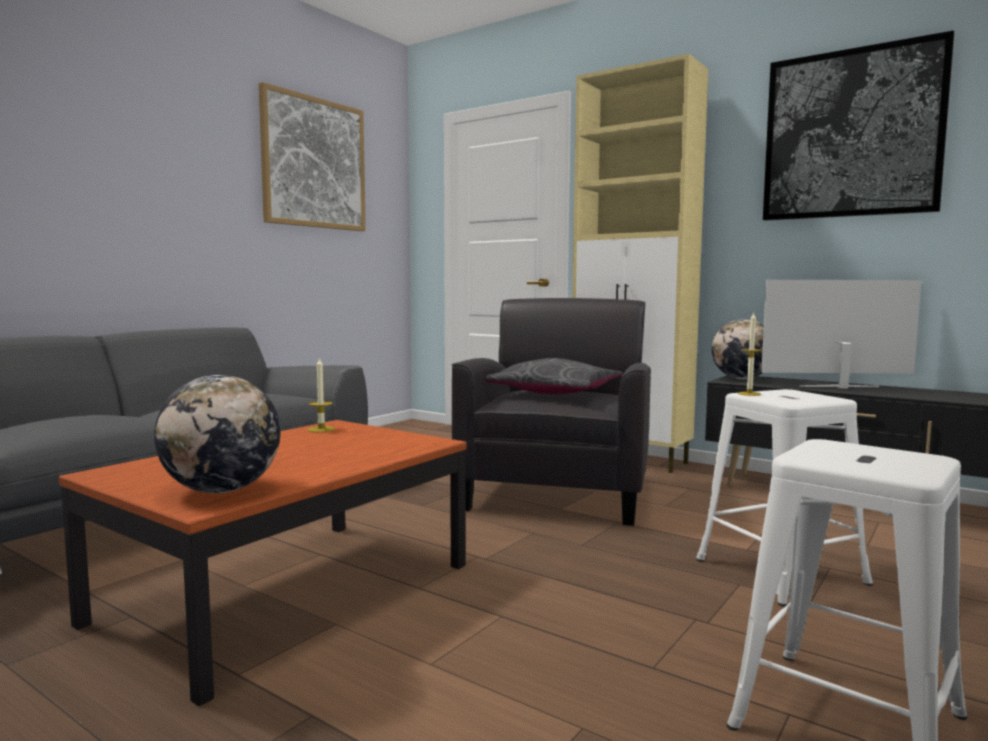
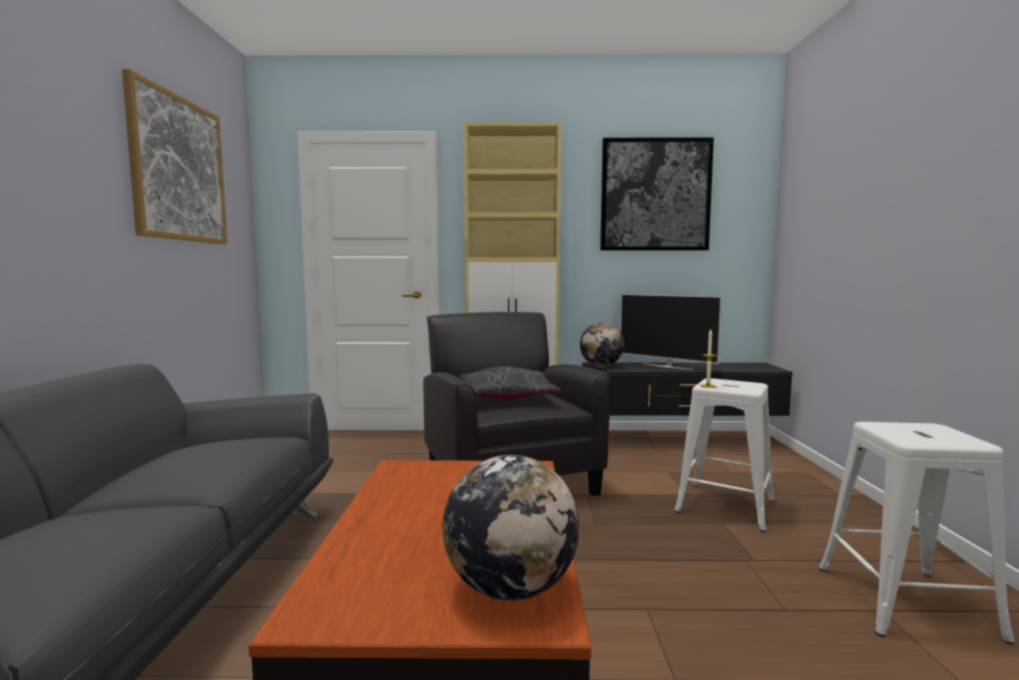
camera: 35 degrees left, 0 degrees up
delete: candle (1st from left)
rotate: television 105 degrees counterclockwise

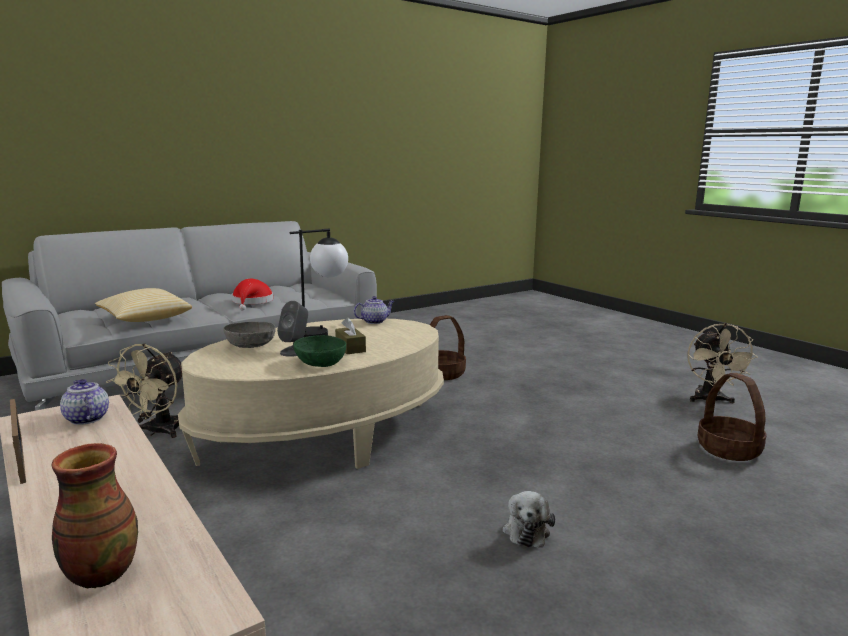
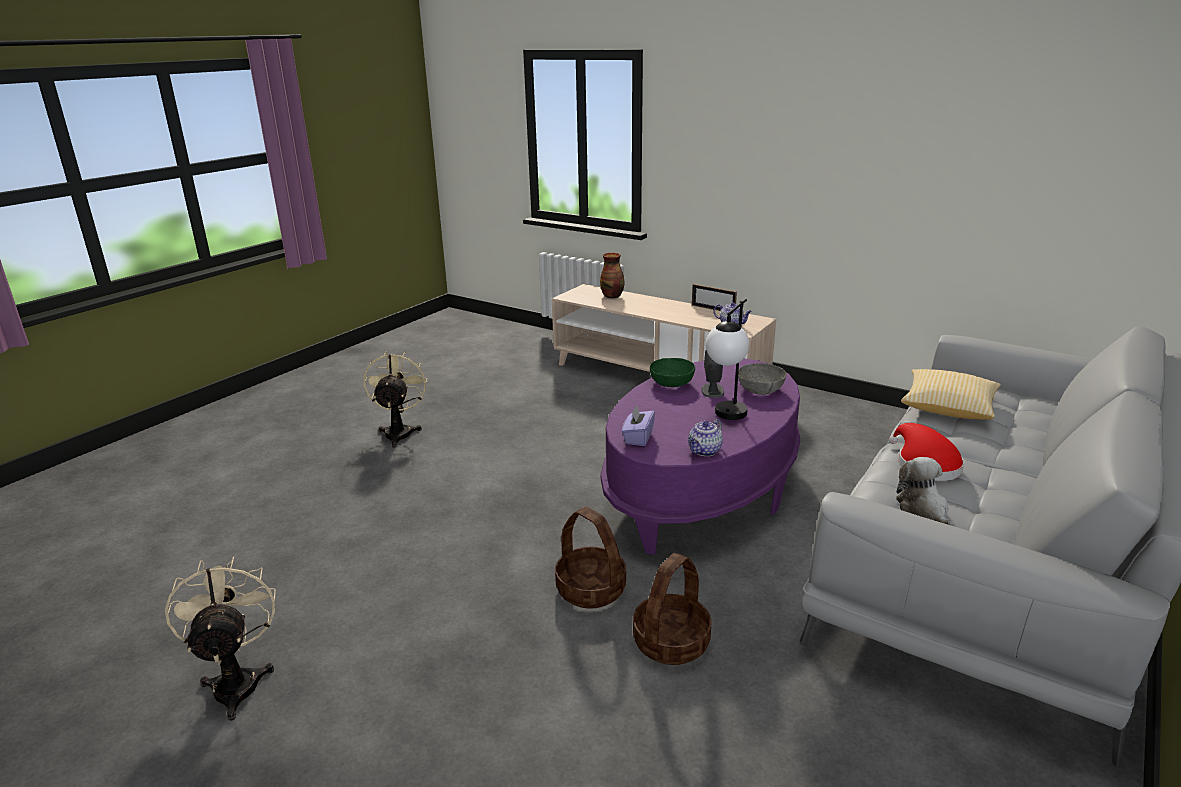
camera: 160 degrees right, 10 degrees up
delete: brown tissue box
insert: purple tissue box
move: beige fan (1st from left in the first image) to beige fan (2nd from left); plush toy; basket (2nd from left in the first image) to basket (1st from left)
recolor: beige coffee table to purple coffee table

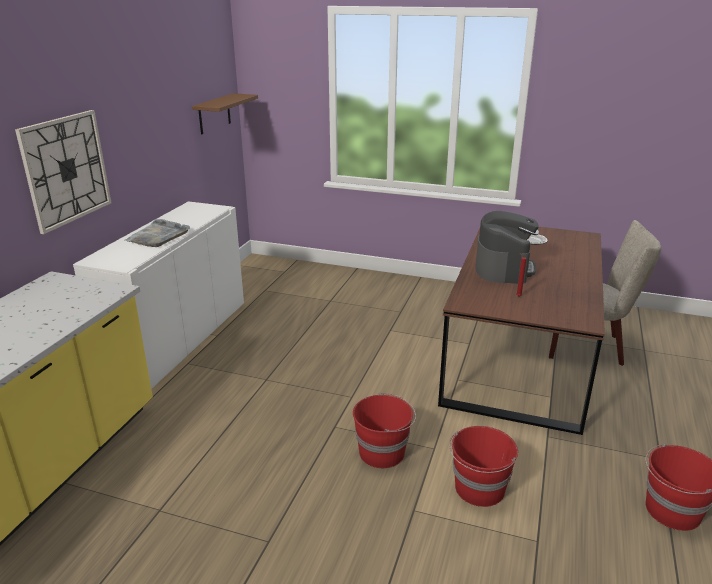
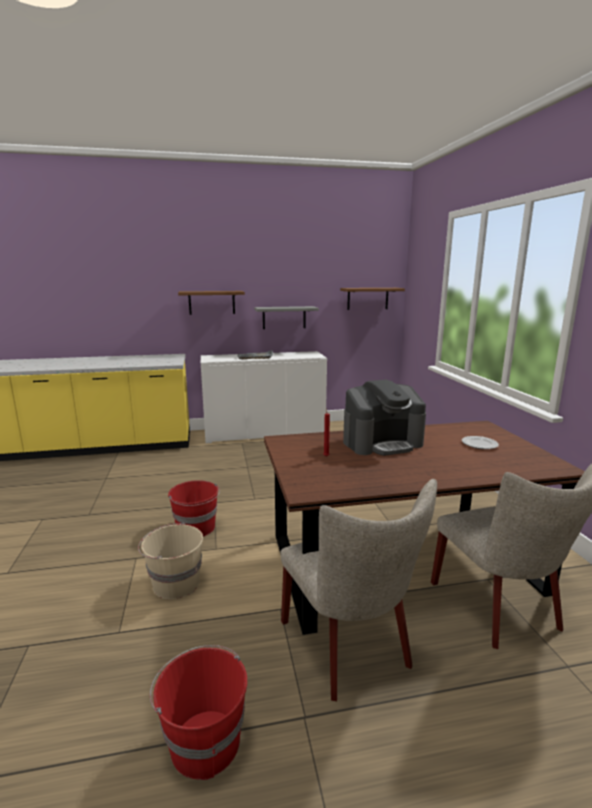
camera: 60 degrees right, 10 degrees down
insert: grey shelf; beige chair (1st from left)
replace: wall clock to brown shelf (1st from left)
recolor: red bucket (2nd from left) to beige bucket

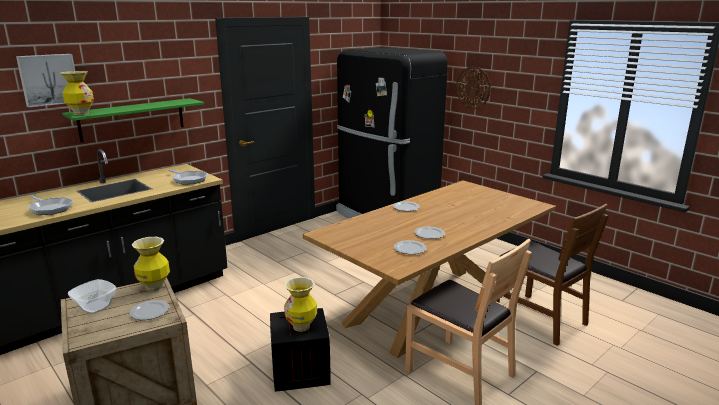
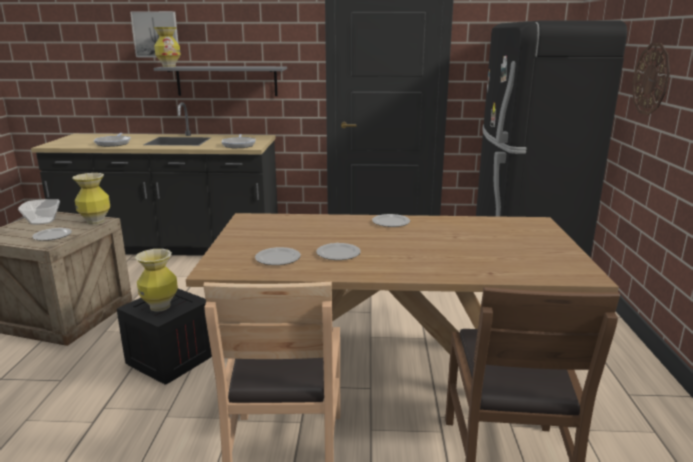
camera: 45 degrees right, 0 degrees up
recolor: green shelf to grey shelf

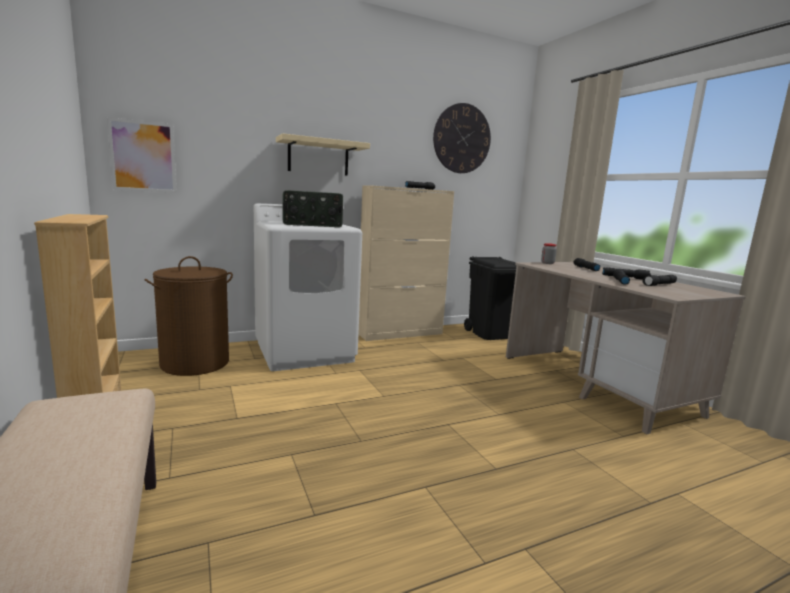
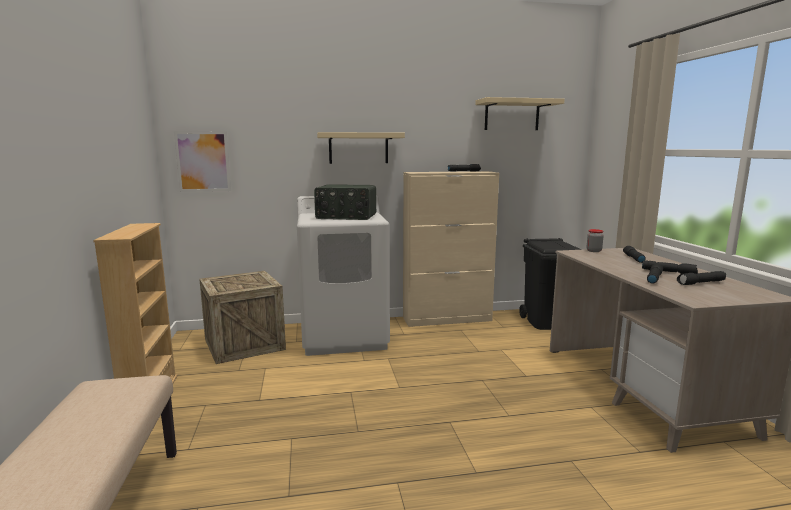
camera: 15 degrees right, 0 degrees up
replace: brown laundry basket to crate; wall clock to beige shelf (2nd from left)

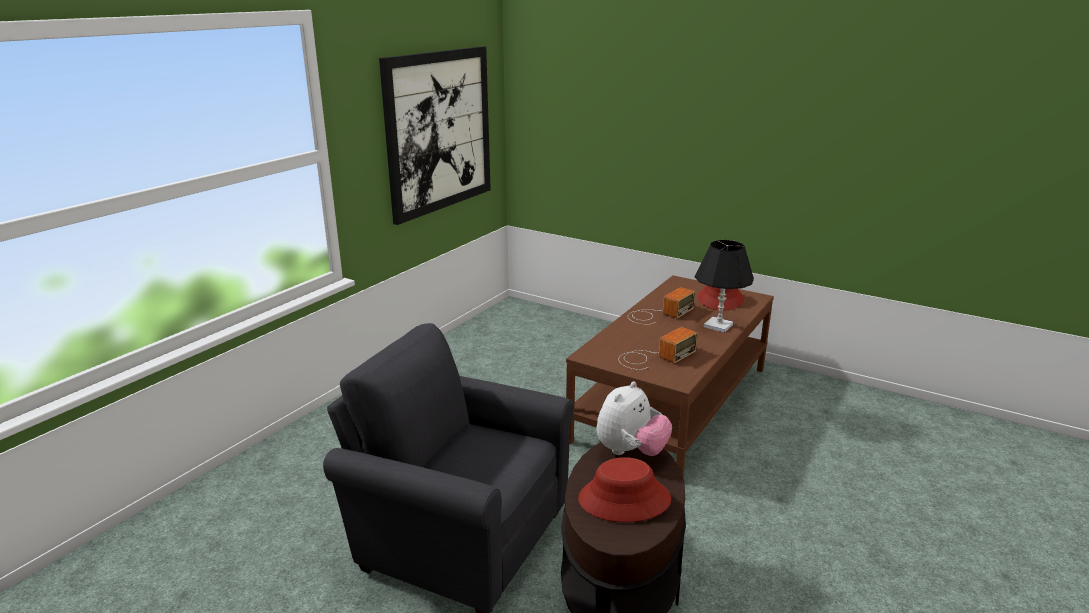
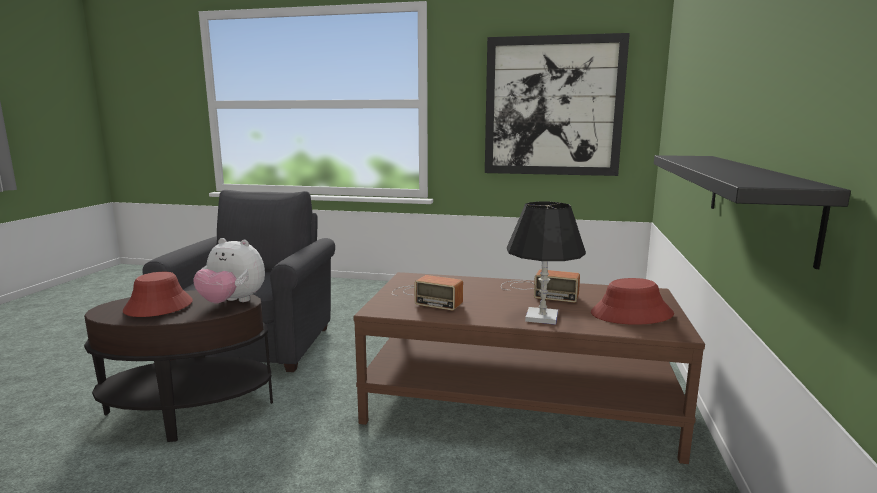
camera: 70 degrees right, 10 degrees down
insert: black shelf

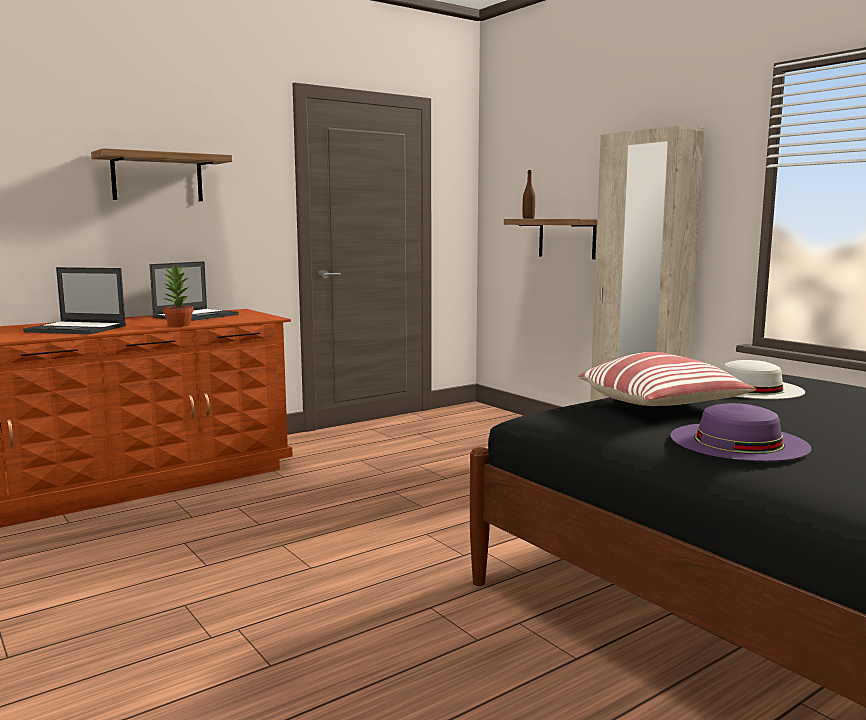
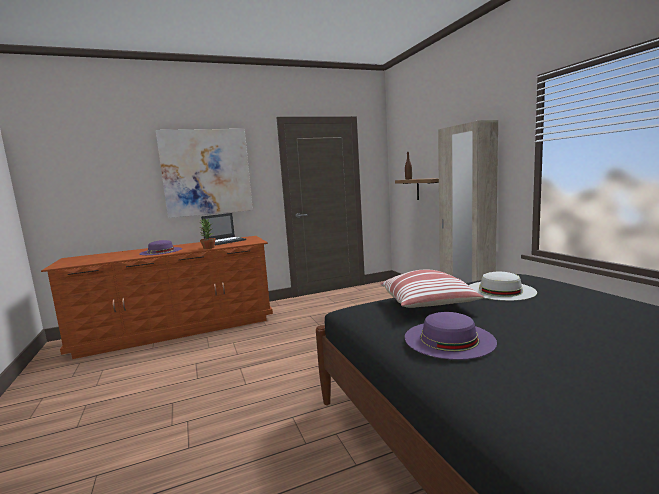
camera: 15 degrees right, 0 degrees up
replace: laptop (1st from left) to purple hat (1st from left); shelf (1st from left) to picture

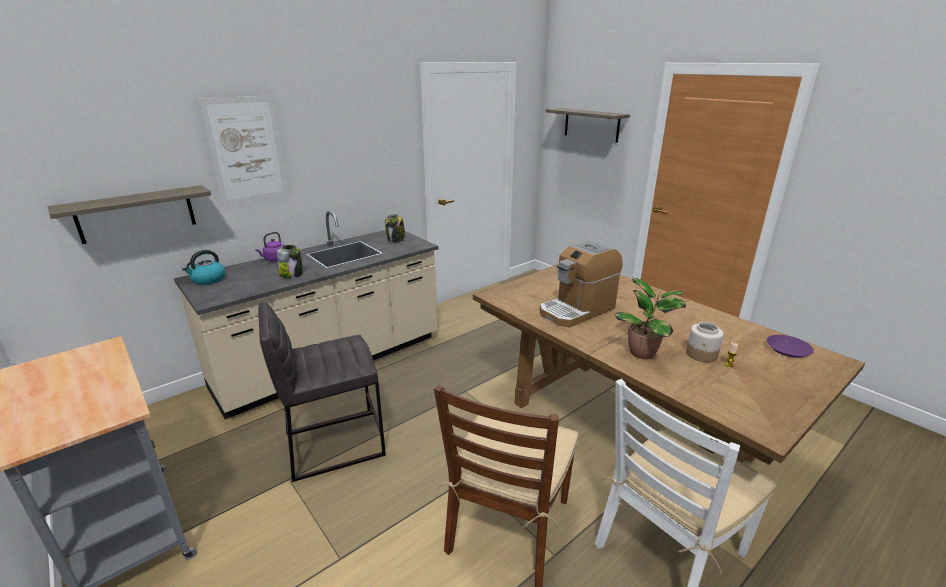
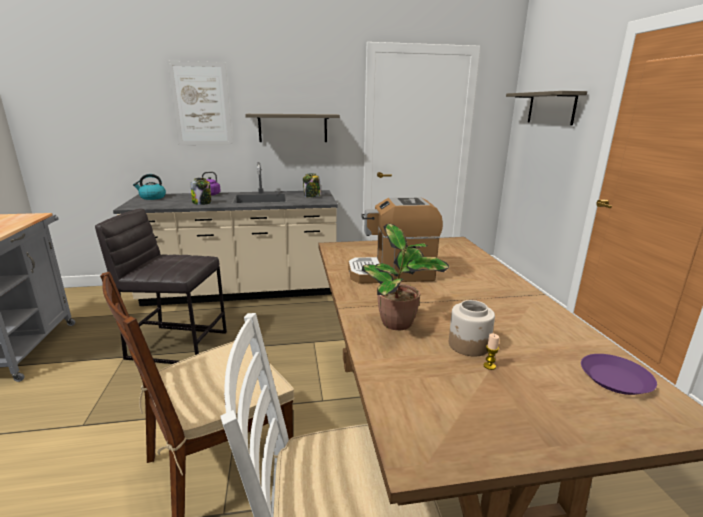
camera: 30 degrees right, 5 degrees down
move: shelf (1st from left)

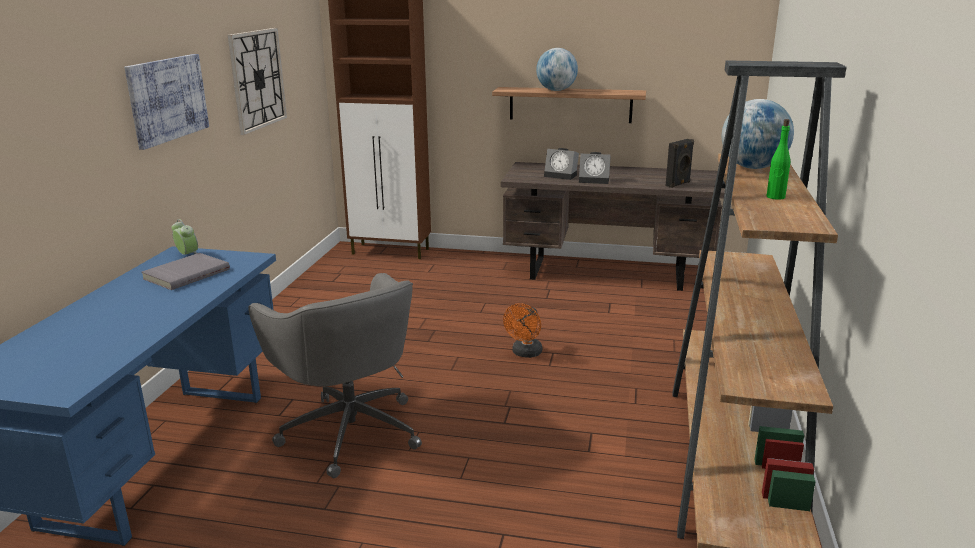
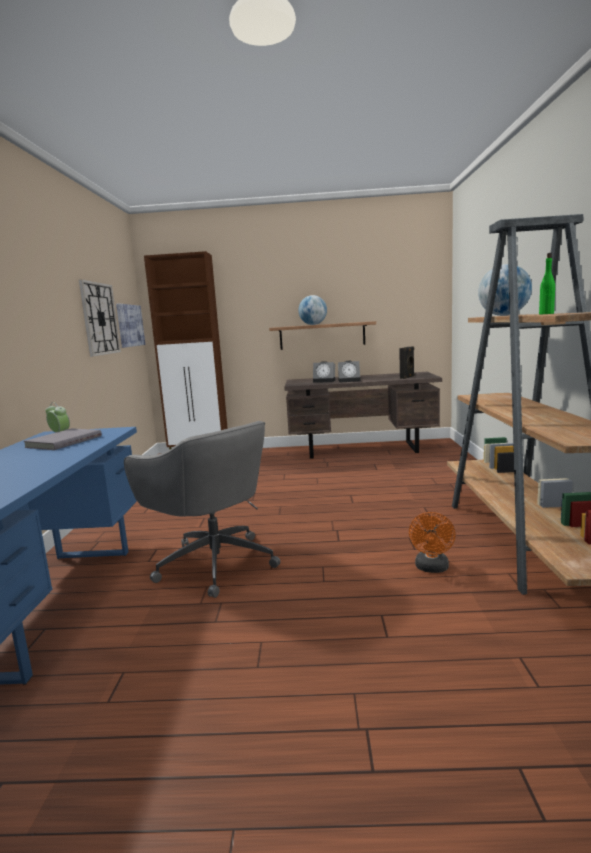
camera: 10 degrees left, 10 degrees down
move: picture; orange fan

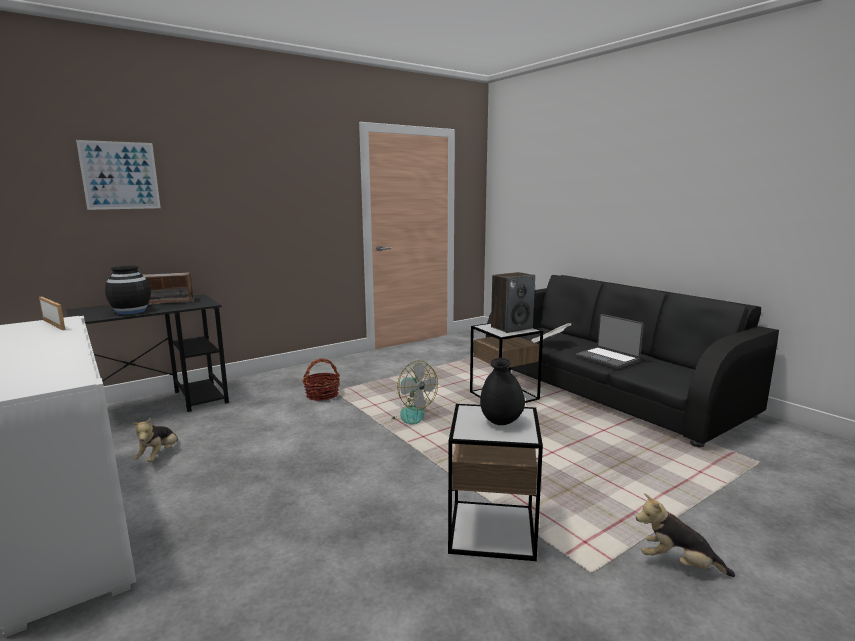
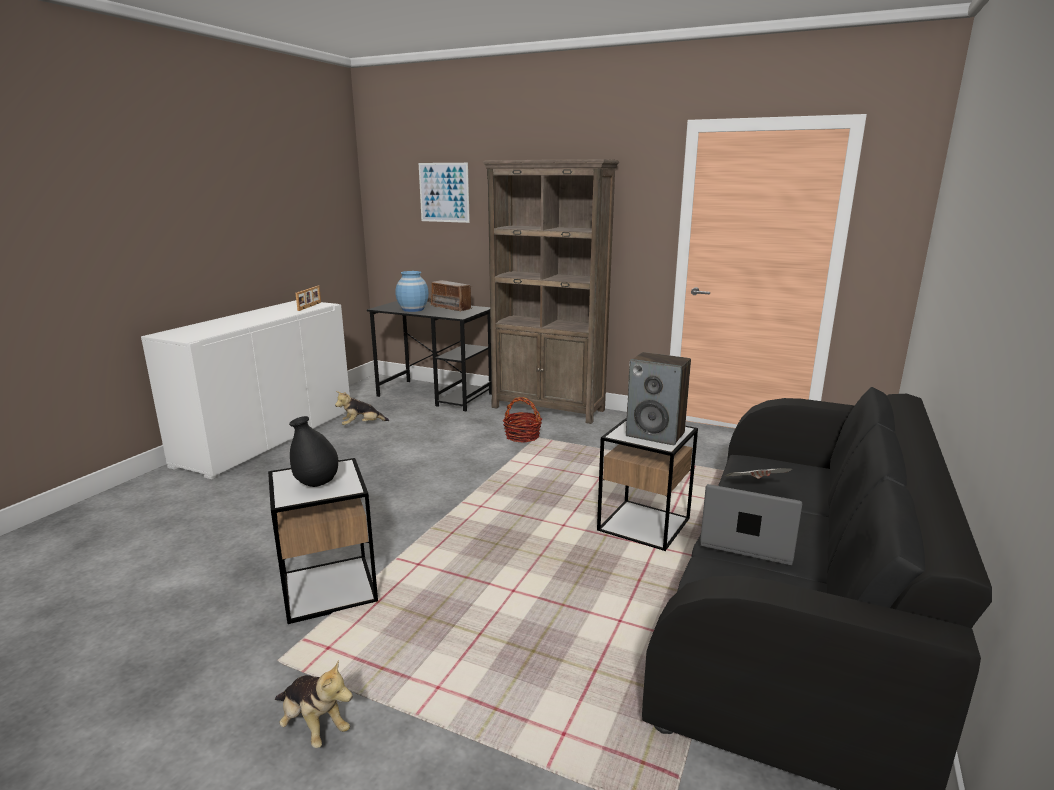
camera: 60 degrees right, 5 degrees up
delete: fan
insert: brown bookcase
recolor: black vase (1st from left) to blue vase
rotate: laptop 90 degrees clockwise; plush toy (2nd from left in the first image) 135 degrees clockwise

